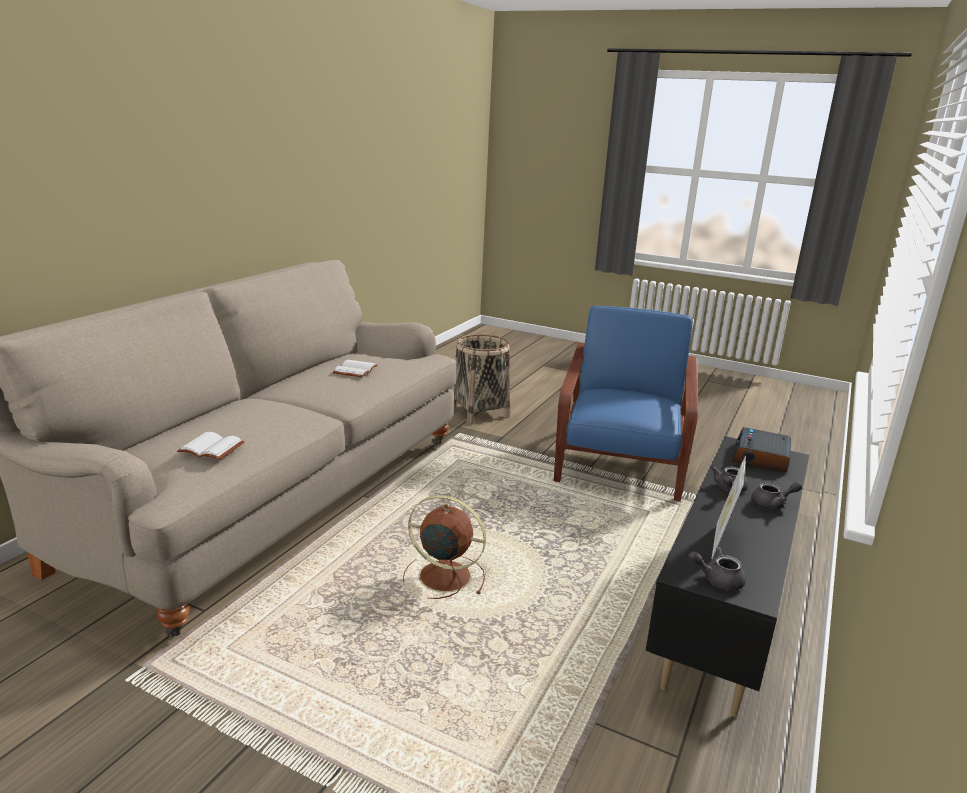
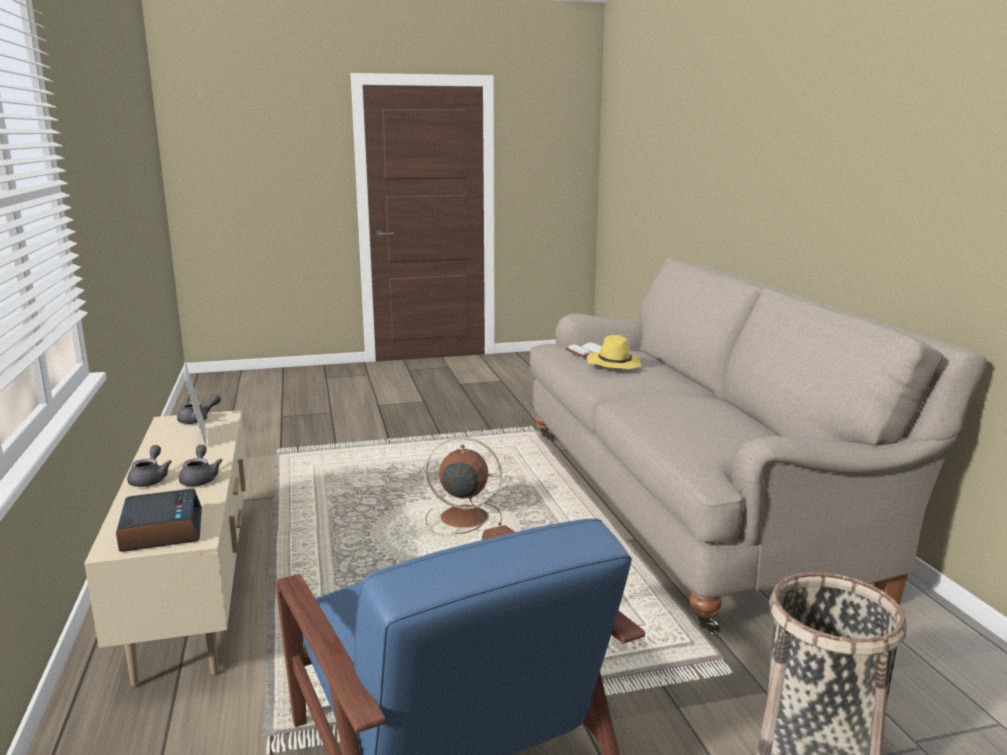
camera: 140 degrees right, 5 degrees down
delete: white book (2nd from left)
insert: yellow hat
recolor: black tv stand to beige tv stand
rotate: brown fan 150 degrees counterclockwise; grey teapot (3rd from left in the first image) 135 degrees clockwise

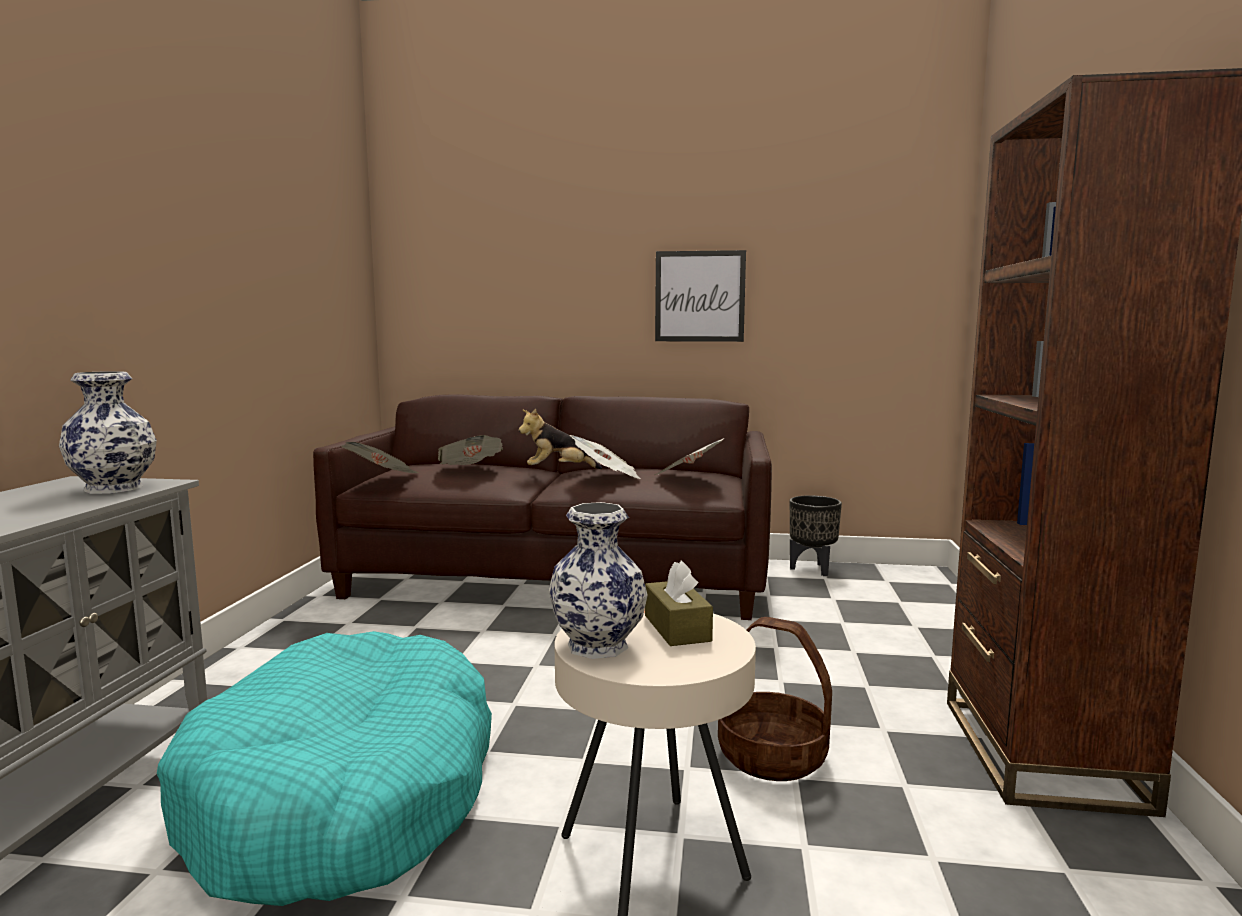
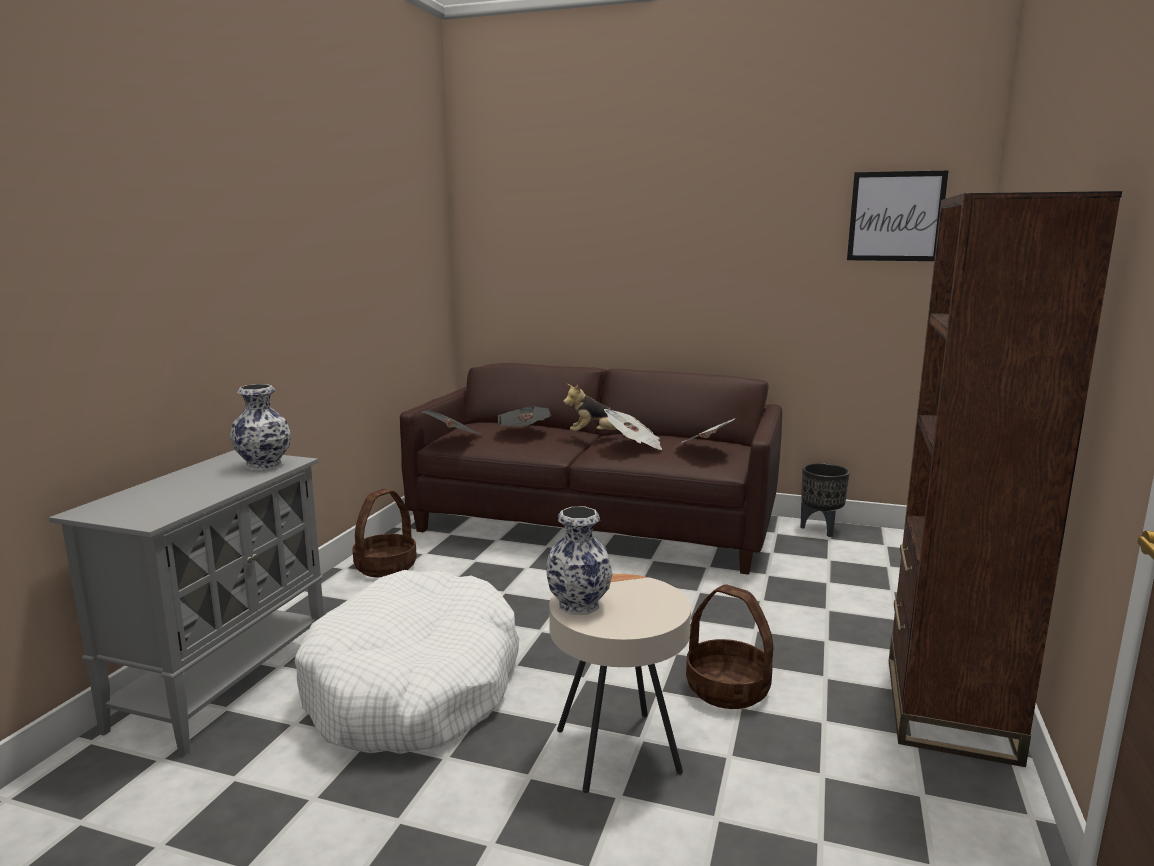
camera: 10 degrees right, 5 degrees up
delete: brown tissue box
insert: basket (1st from left)
move: picture
recolor: turquoise dog bed to white dog bed

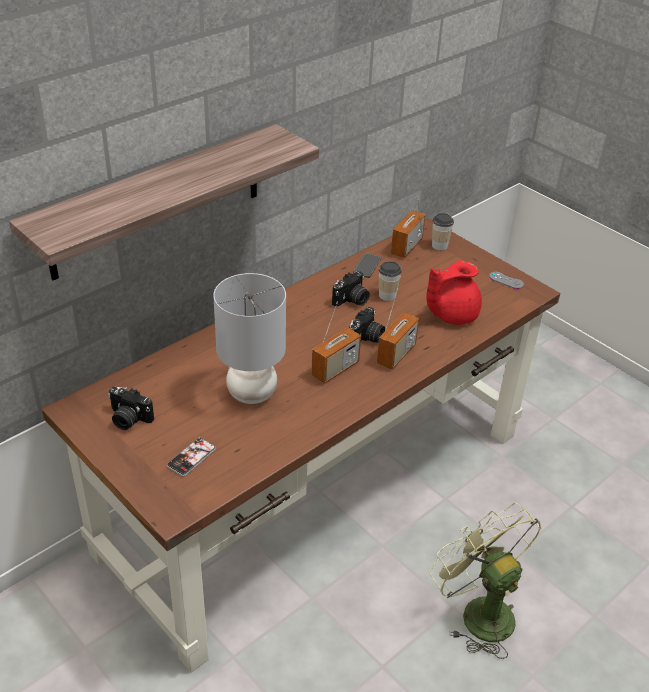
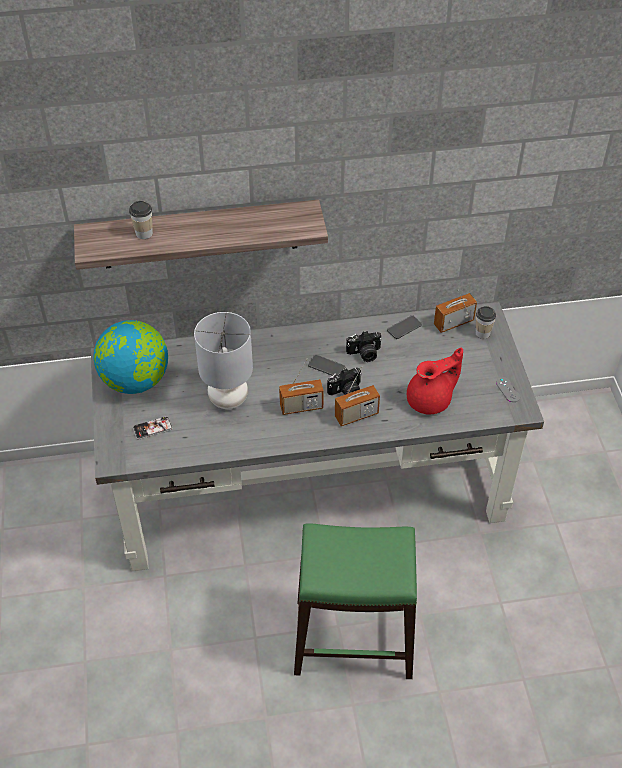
camera: 35 degrees right, 10 degrees up
insert: phone (2nd from left)
move: cup (1st from left)
replace: photo camera (1st from left) to globe; green fan to green stool
recolor: brown desk to grey desk
rotate: red teapot 150 degrees clockwise

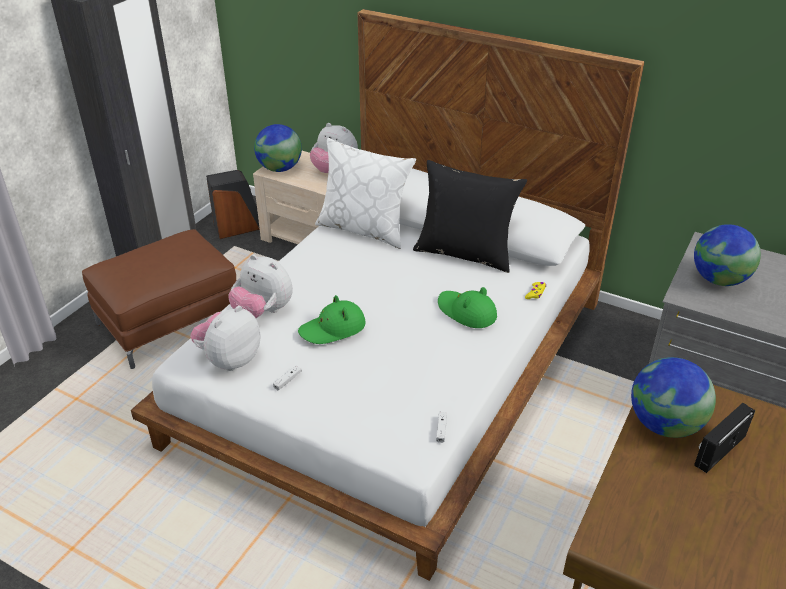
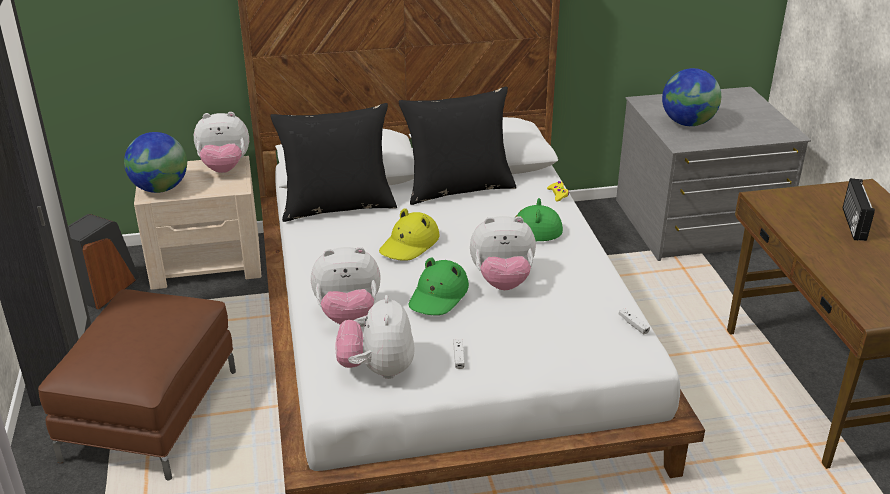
camera: 40 degrees left, 5 degrees down
delete: globe (2nd from left)
insert: yellow hat; plush toy (4th from left)
recolor: white pillow to black pillow (1st from left)

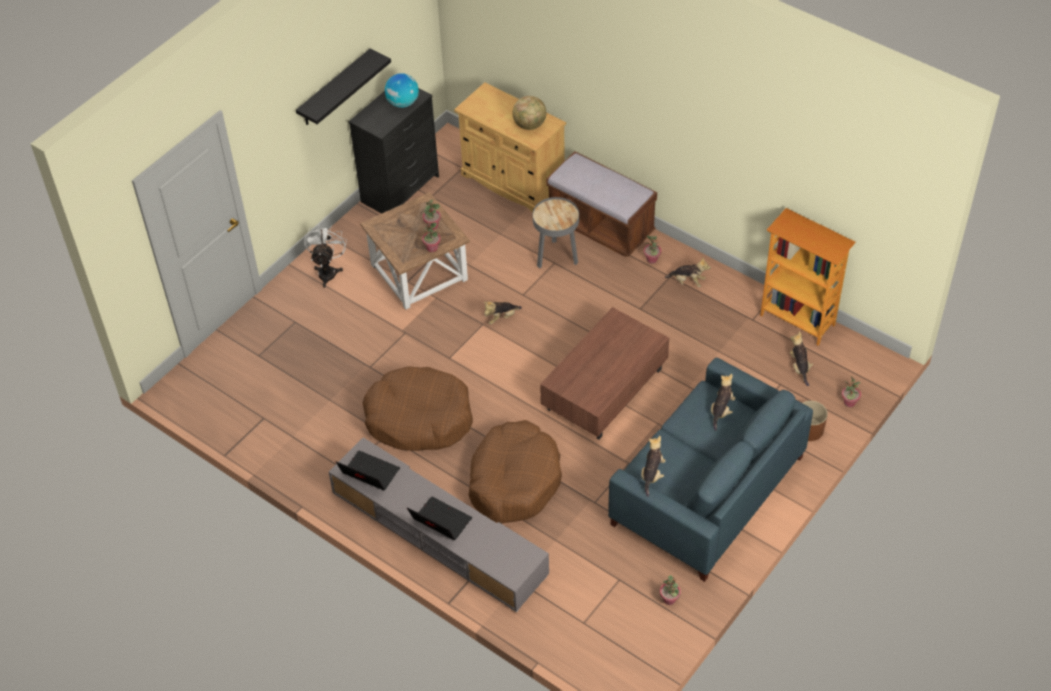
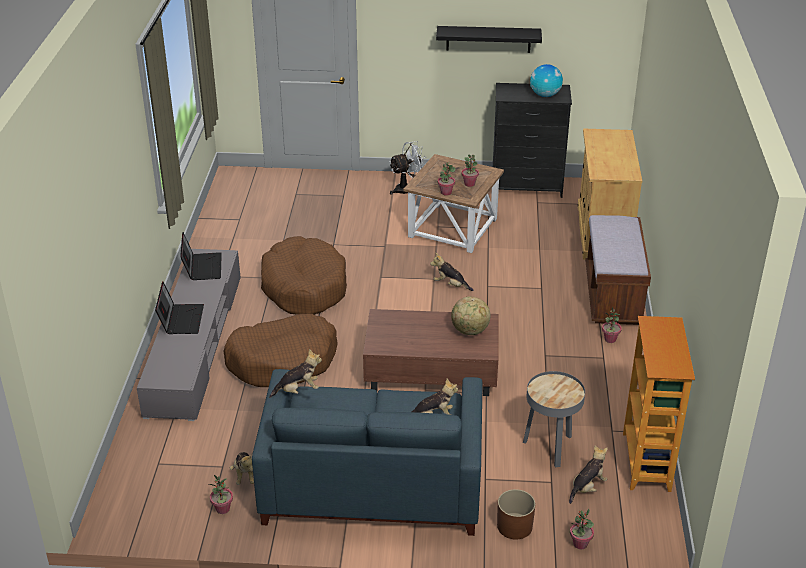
camera: 55 degrees right, 15 degrees down
move: globe (2nd from left in the first image) to globe (1st from left); grey side table; plush toy (3rd from left in the first image) to plush toy (1st from left)

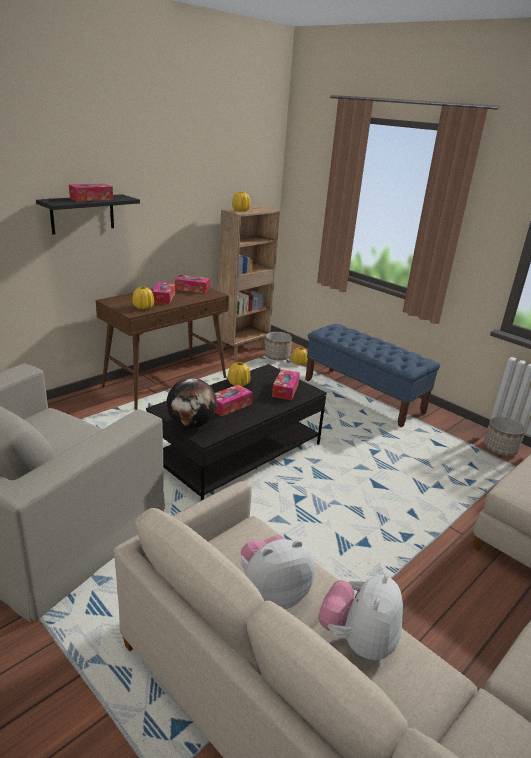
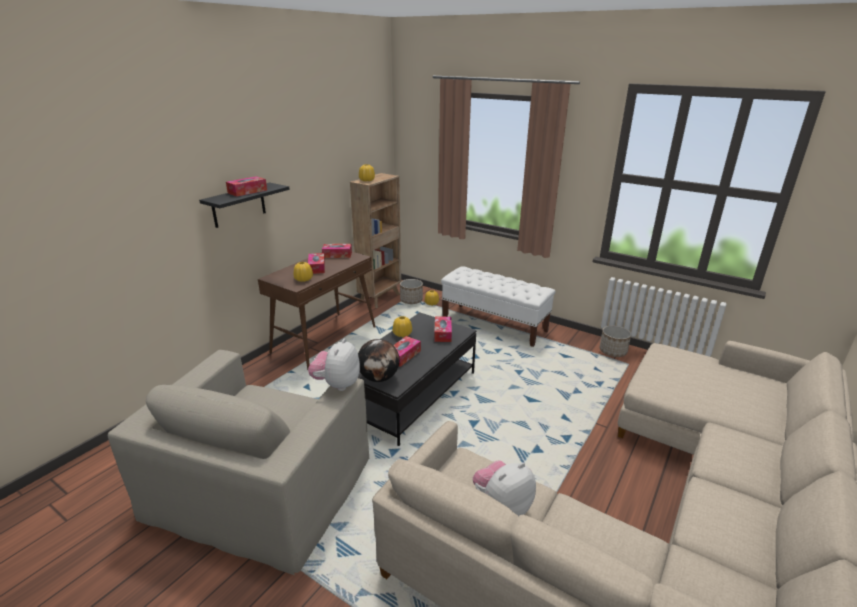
camera: 10 degrees left, 0 degrees up
move: plush toy (2nd from left in the first image) to plush toy (1st from left)
recolor: blue bench to white bench

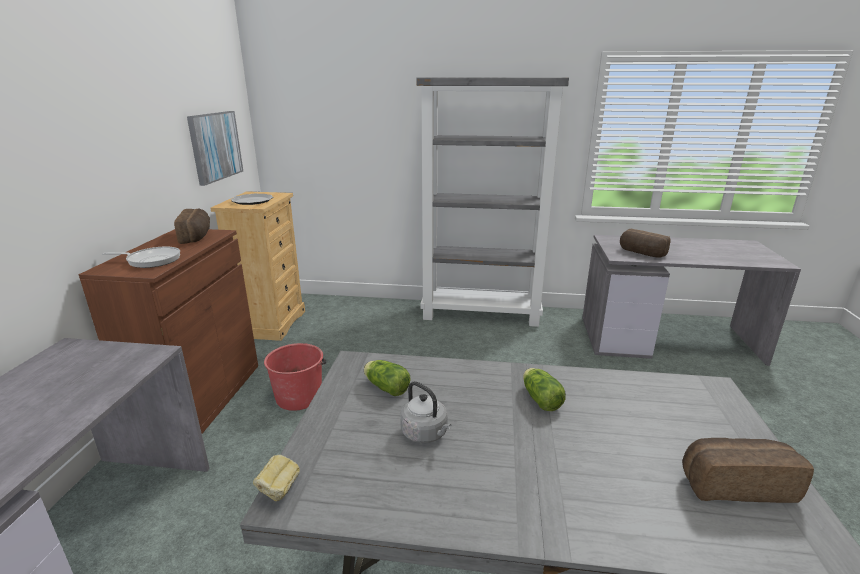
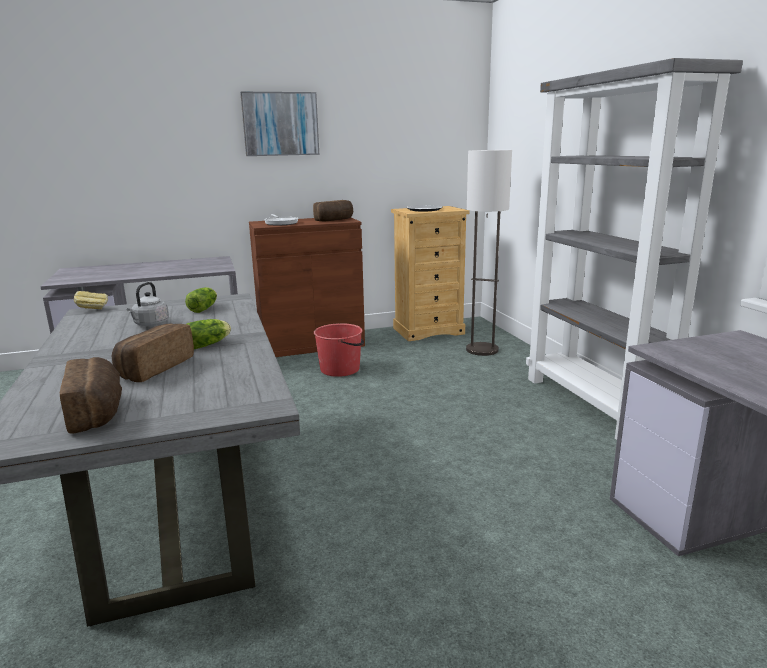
camera: 65 degrees right, 5 degrees down
insert: floor lamp
move: picture; bread (3rd from left)

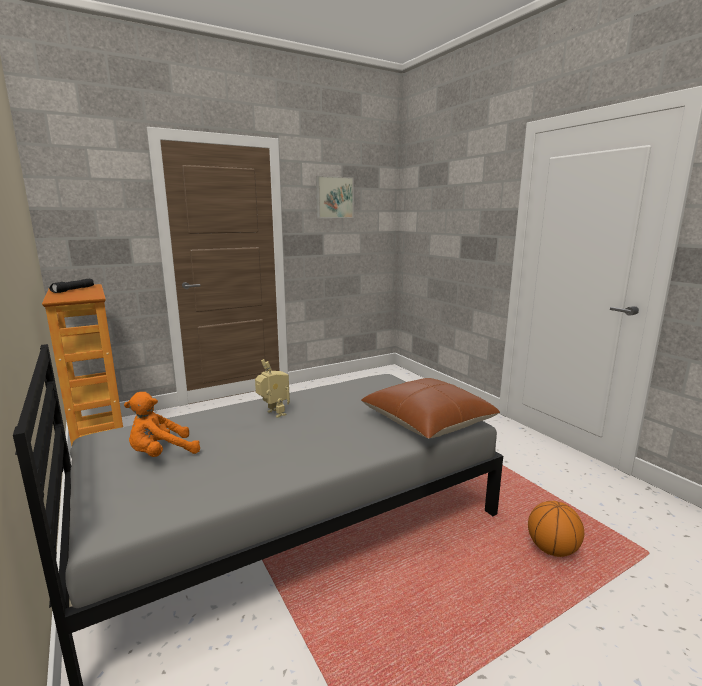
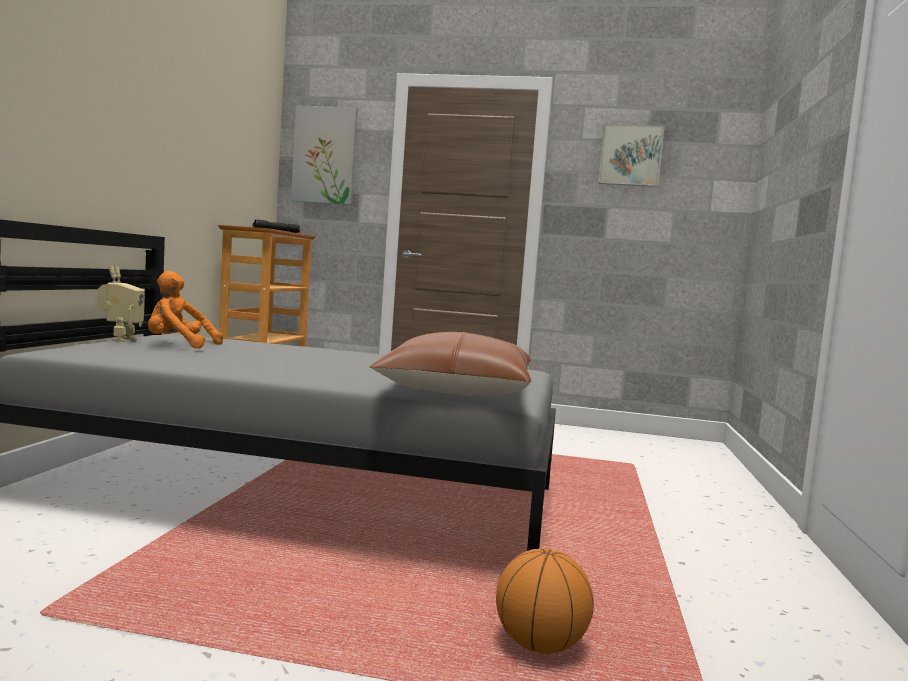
camera: 40 degrees right, 10 degrees down
insert: picture (1st from left)
move: toy robot

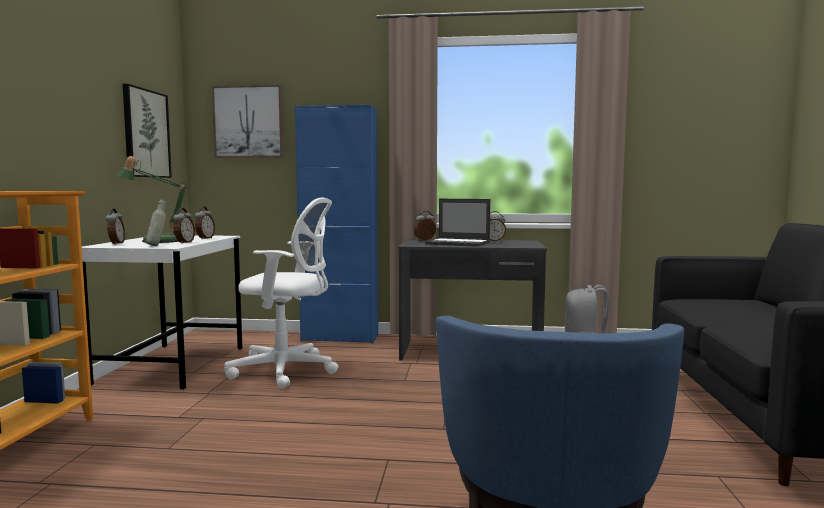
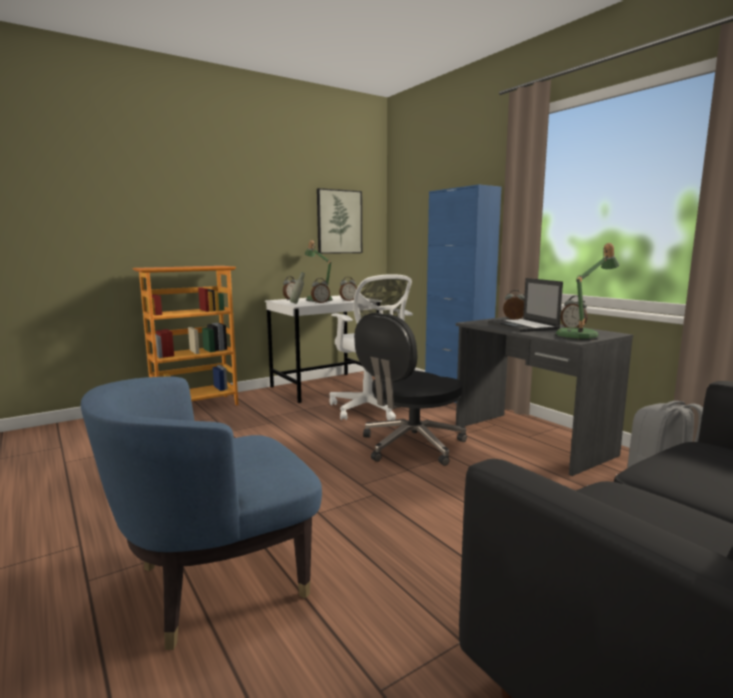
camera: 50 degrees right, 5 degrees up
delete: picture (2nd from left)
insert: black office chair; table lamp (2nd from left)

